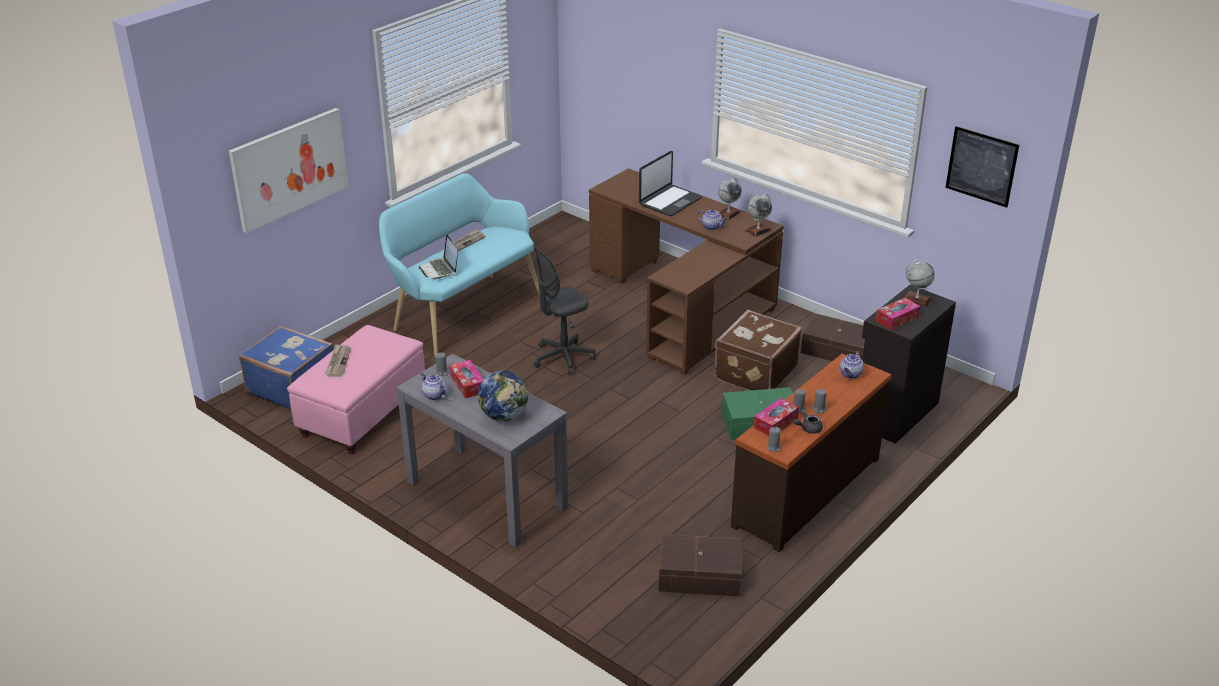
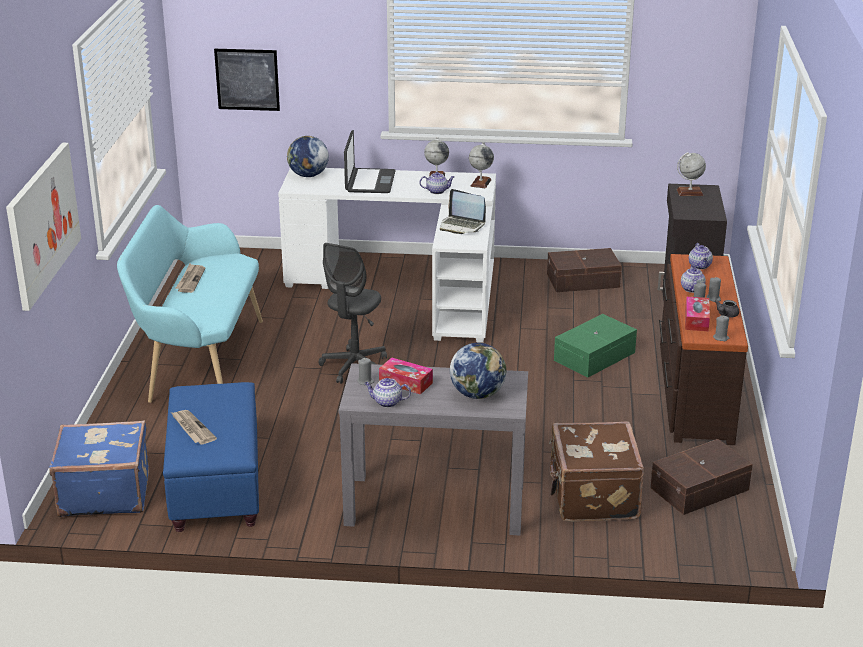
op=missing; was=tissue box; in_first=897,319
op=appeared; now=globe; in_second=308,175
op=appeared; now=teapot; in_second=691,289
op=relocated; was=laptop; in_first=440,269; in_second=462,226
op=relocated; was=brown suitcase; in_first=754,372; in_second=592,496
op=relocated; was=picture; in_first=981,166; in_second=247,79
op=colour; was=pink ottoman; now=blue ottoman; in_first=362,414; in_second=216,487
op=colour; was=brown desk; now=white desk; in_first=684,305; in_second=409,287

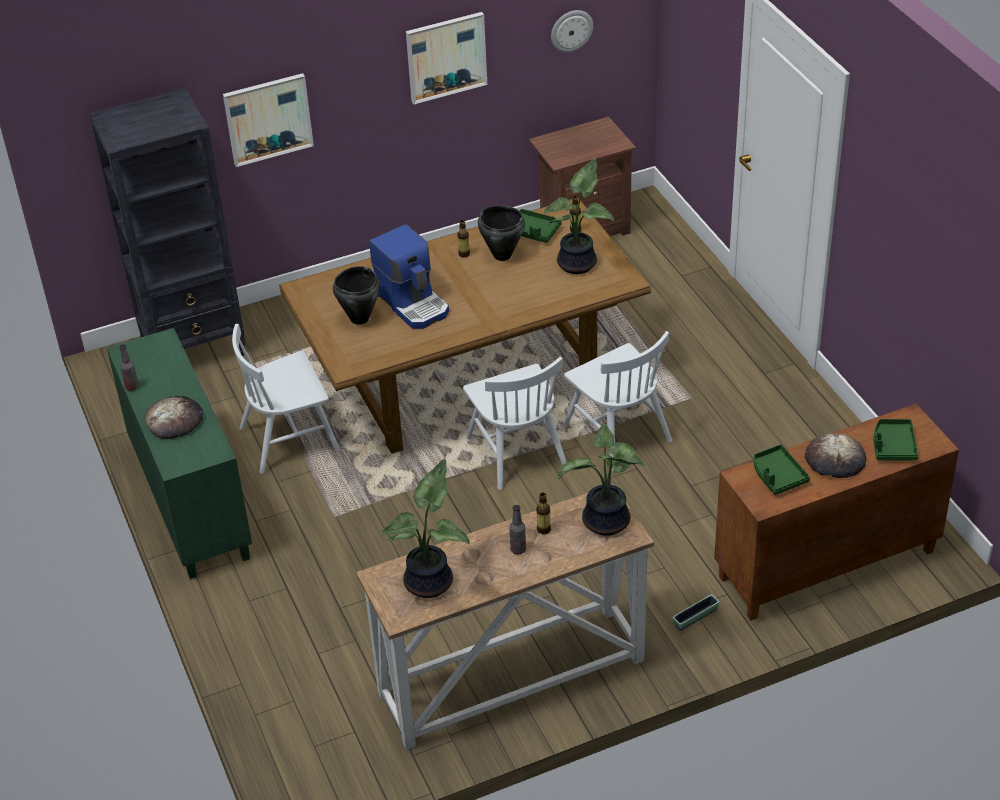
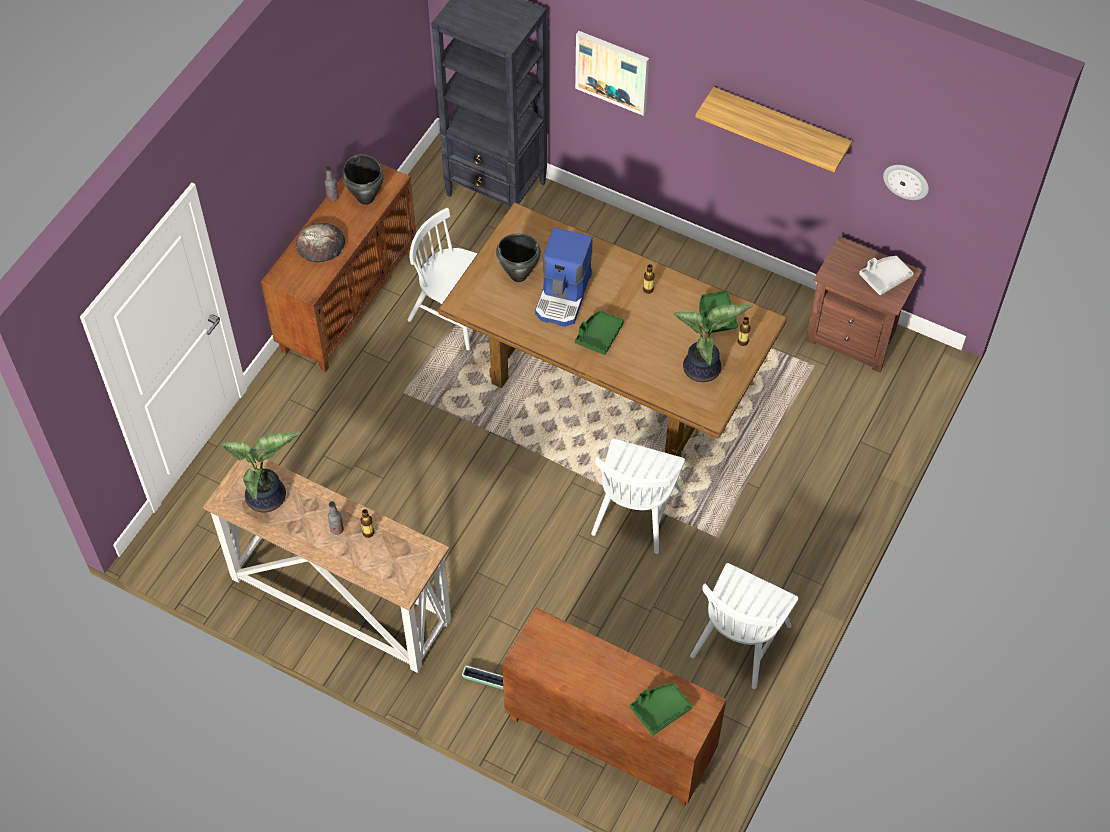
op=missing; was=potted plant; in_first=605,524
op=missing; was=bread; in_first=835,459
op=appeared; now=grey tray; in_second=884,278
op=relocated; was=white chair; in_first=516,452; in_second=740,640
op=relocated; was=black cooking pot; in_first=502,255; in_second=366,198
op=relocated; was=green tray; in_first=777,476; in_second=599,335
op=exchanged; was=picture; now=shelf; in_first=446,57; in_second=780,126
op=colour; was=green cabinet; now=brown cabinet; in_first=189,502; in_second=348,299

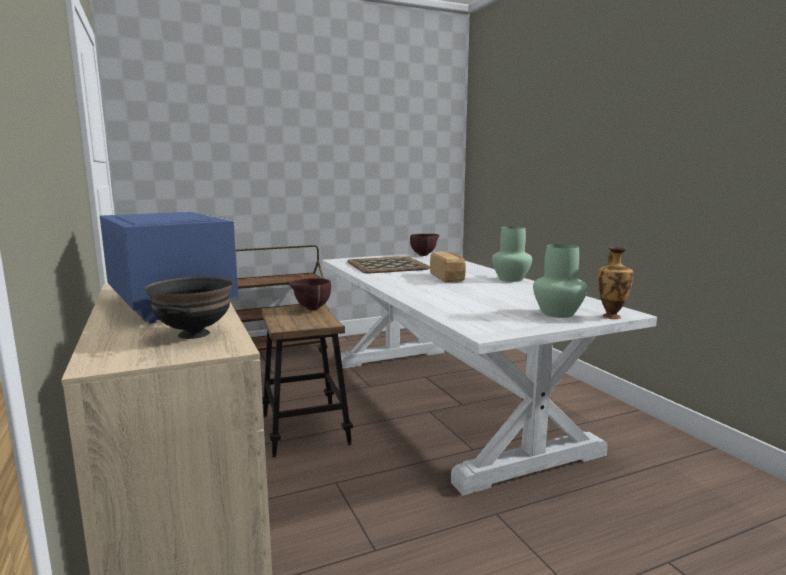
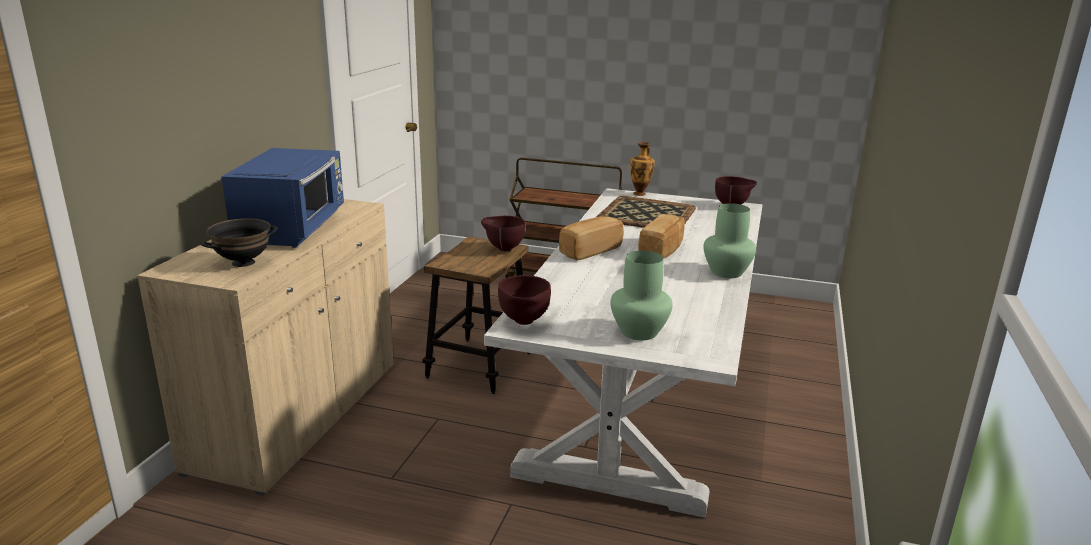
op=appeared; now=brown bowl; in_second=523,322
op=appeared; now=bread; in_second=589,250
op=relocated; was=vase; in_first=611,316; in_second=640,194

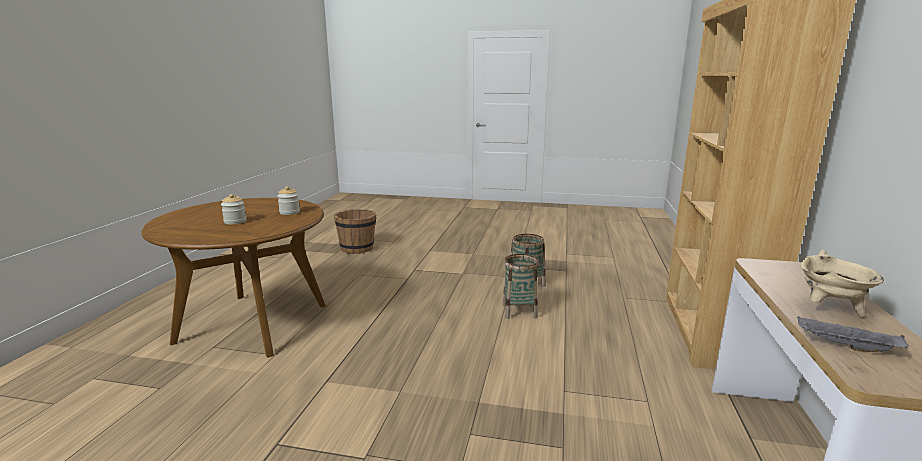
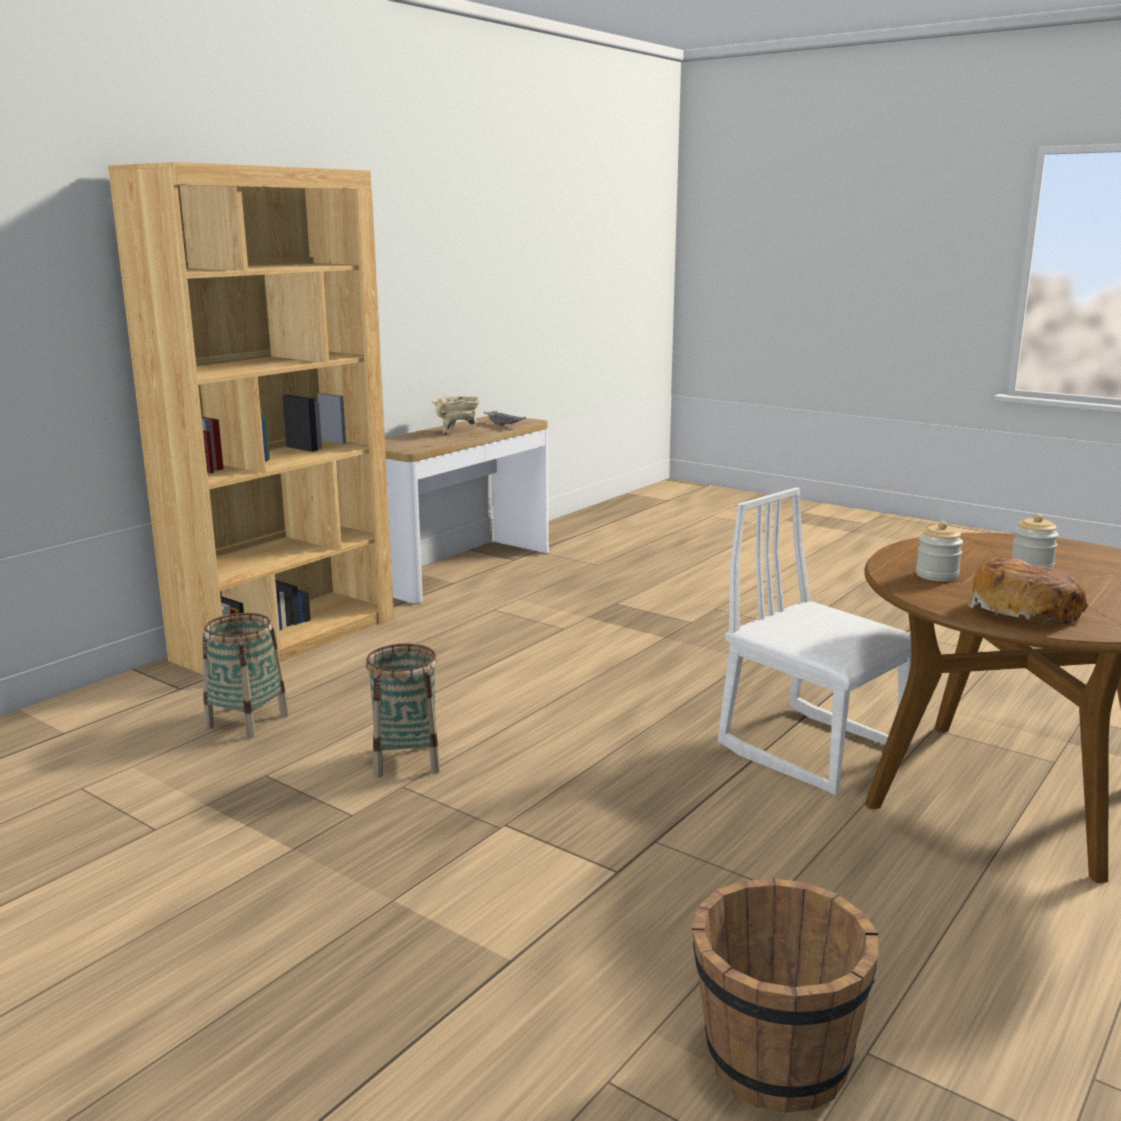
op=appeared; now=white chair; in_second=813,748
op=appeared; now=bread; in_second=1023,610
op=relocated; was=basket; in_first=519,311; in_second=247,721

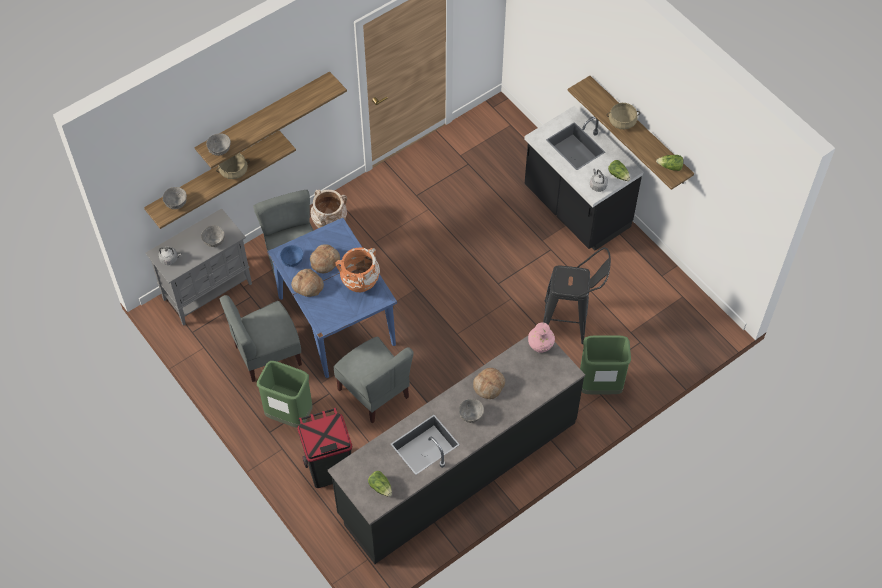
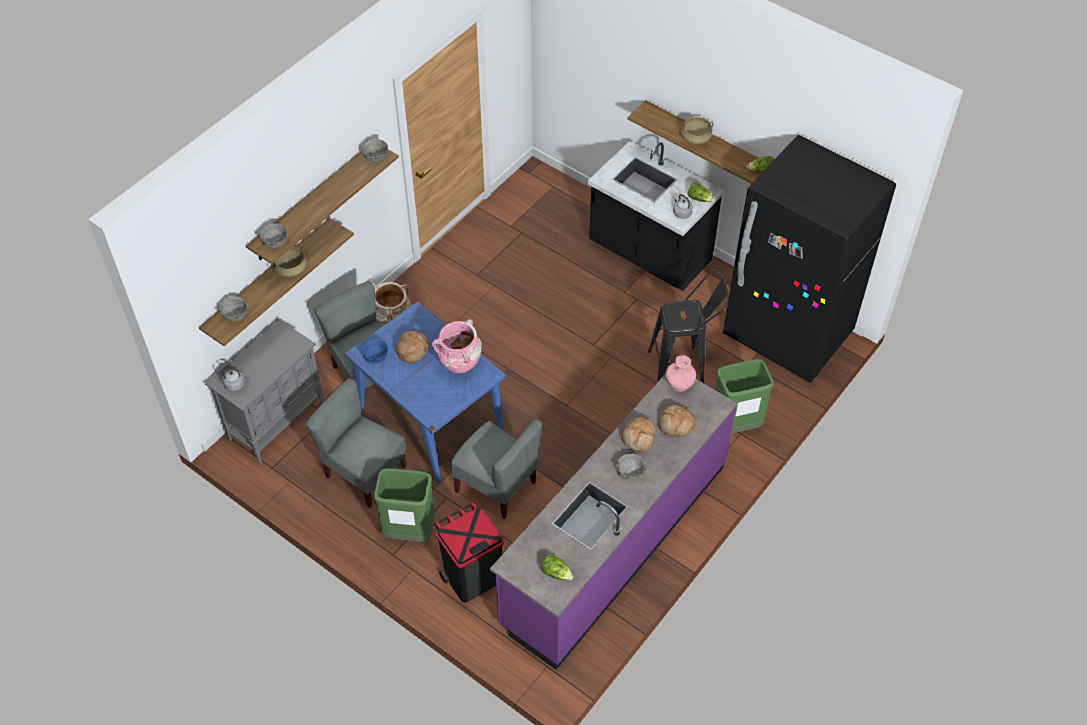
op=appeared; now=black fridge; in_second=787,335
op=relocated; was=grey bowl; in_first=214,240; in_second=376,157
op=relocated; was=bread; in_first=307,286; in_second=676,425
op=colour; was=black counter; now=purple counter; in_first=457,468; in_second=613,544
op=colour; was=orange vase; now=pink vase; in_first=360,286; in_second=460,367
op=spun; was=grey chair; in_first=267,355; in_second=364,473; clockwise=75

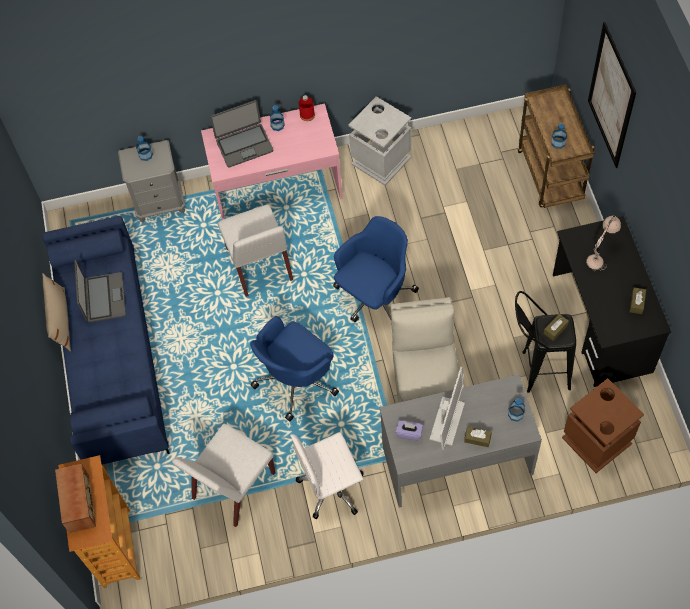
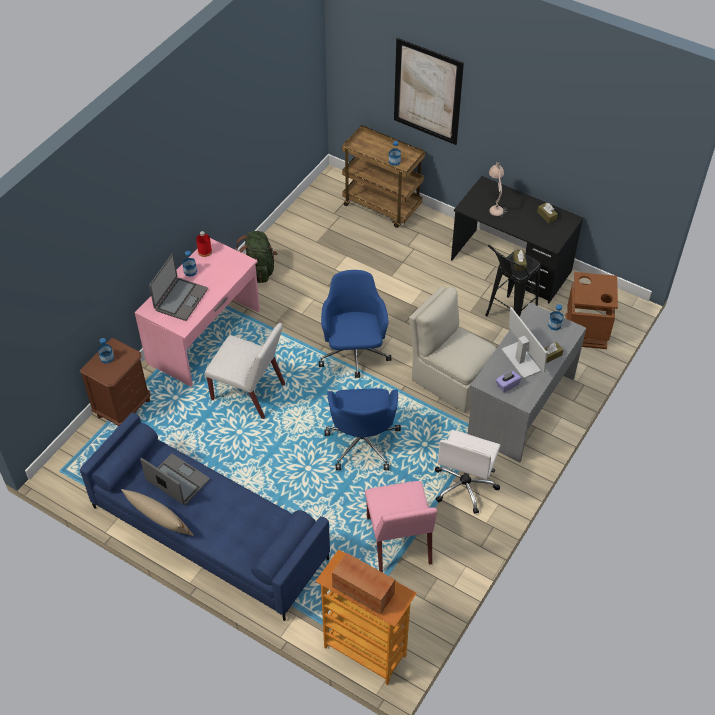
op=exchanged; was=grey trash can; now=green backpack; in_first=381,160; in_second=259,270
op=colour; was=grey nightstand; now=brown nightstand; in_first=160,204; in_second=124,408
op=colour; was=white chair; now=pink chair; in_first=233,486; in_second=399,541

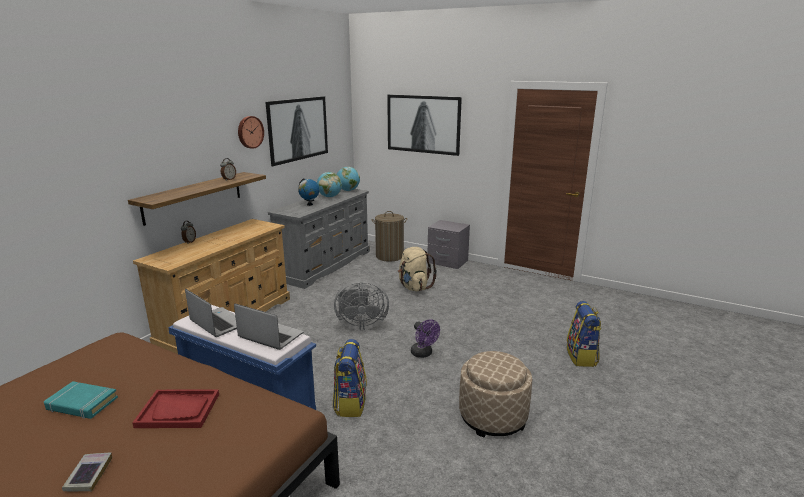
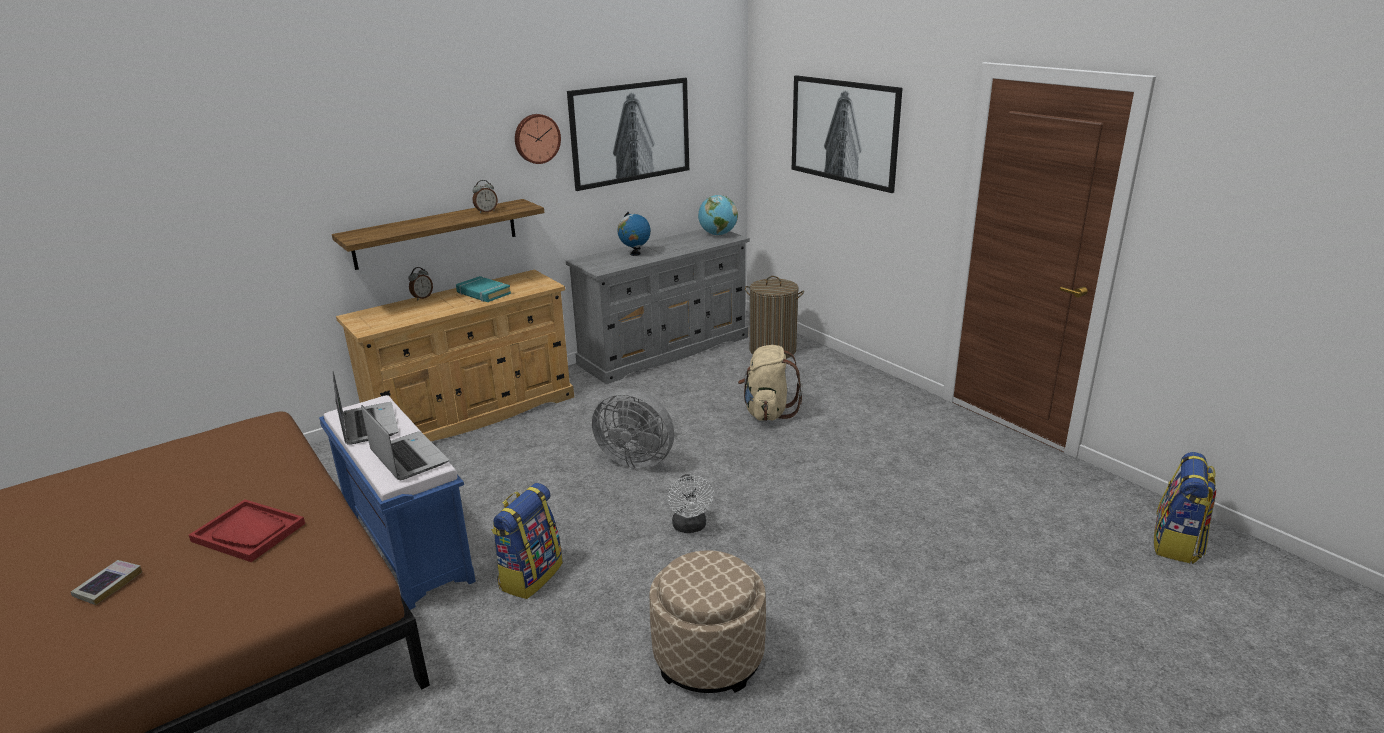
op=missing; was=globe; in_first=329,197
op=missing; was=grey nightstand; in_first=447,262
op=relocated; was=turquoise book; in_first=82,404; in_second=483,293
op=relocated; was=backpack; in_first=582,357; in_second=1177,544
op=colour; was=purple fan; now=white fan; in_first=423,354; in_second=690,527

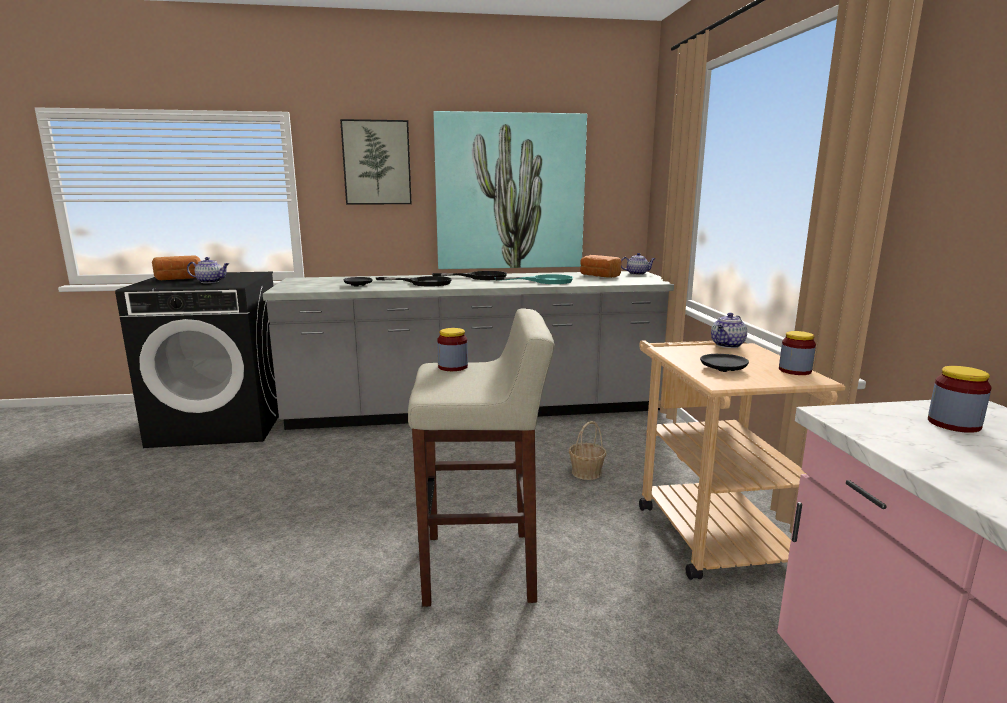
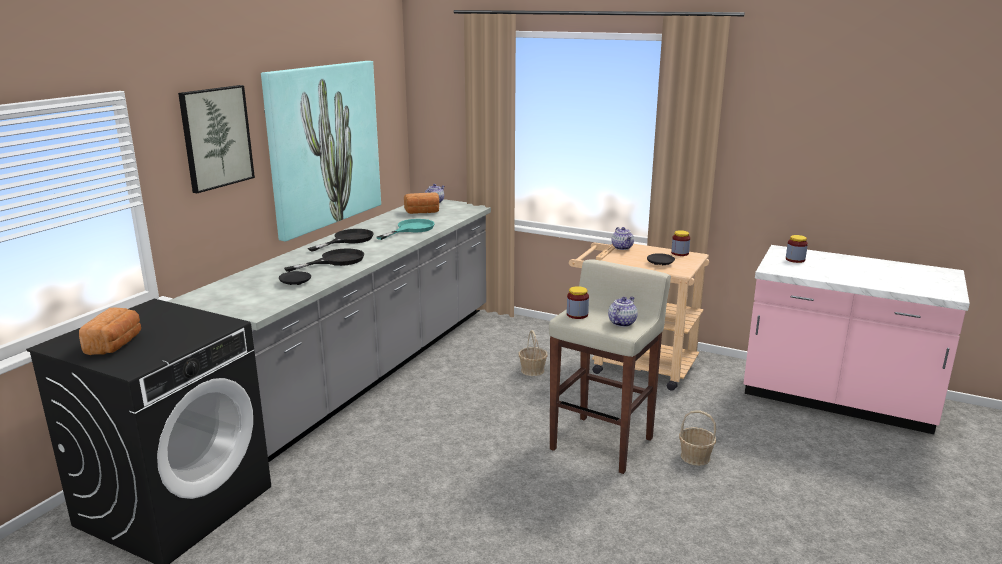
op=appeared; now=basket; in_second=695,457
op=relocated; was=teapot; in_first=211,282; in_second=622,322

